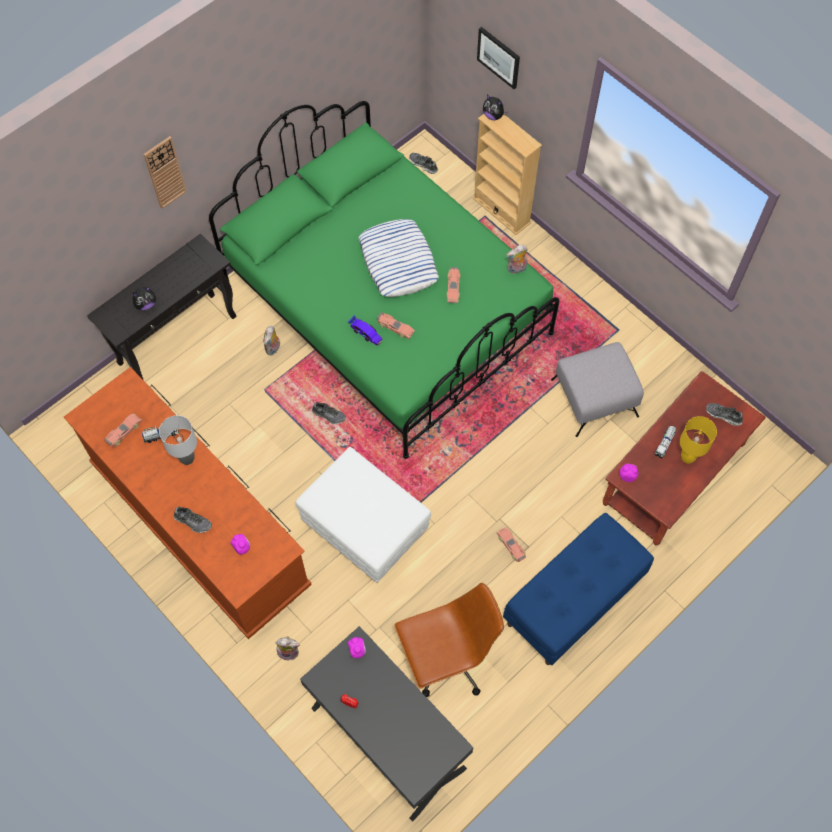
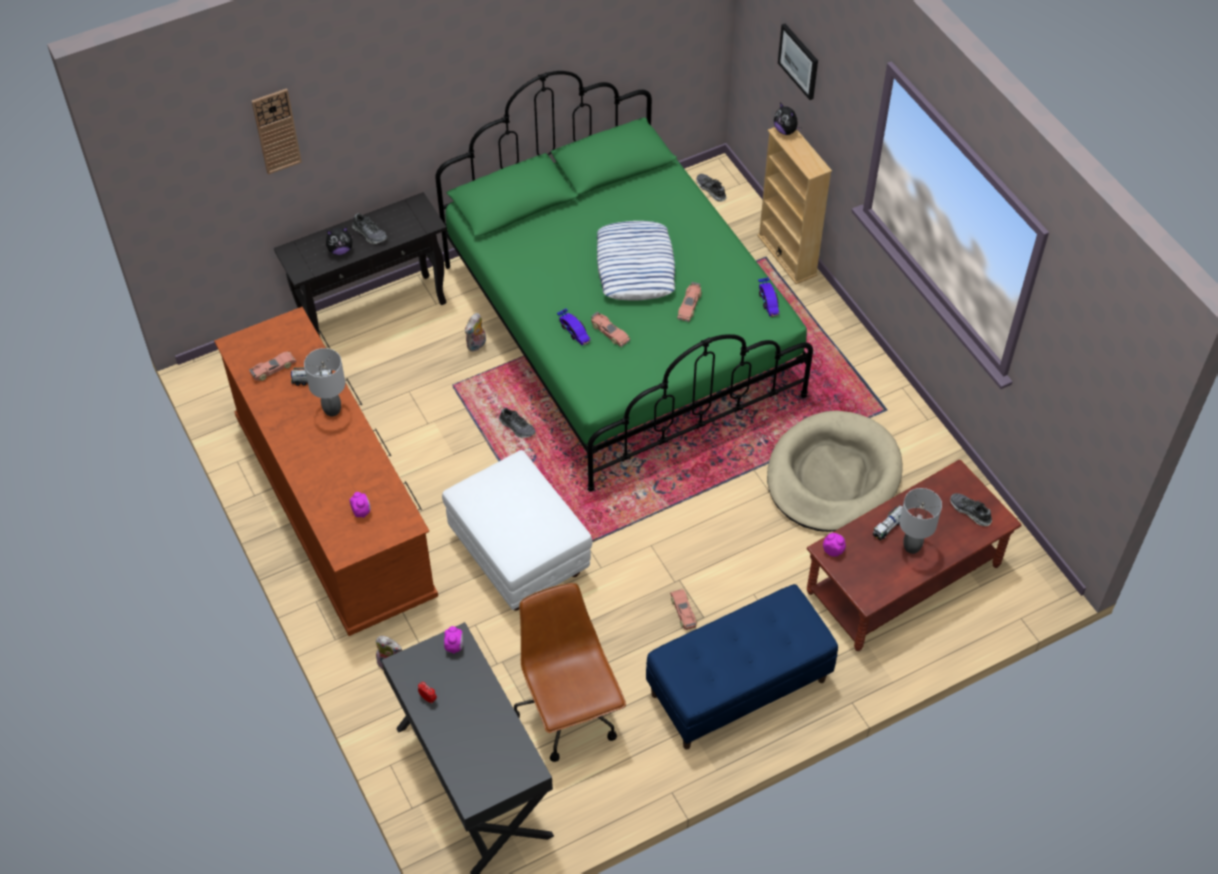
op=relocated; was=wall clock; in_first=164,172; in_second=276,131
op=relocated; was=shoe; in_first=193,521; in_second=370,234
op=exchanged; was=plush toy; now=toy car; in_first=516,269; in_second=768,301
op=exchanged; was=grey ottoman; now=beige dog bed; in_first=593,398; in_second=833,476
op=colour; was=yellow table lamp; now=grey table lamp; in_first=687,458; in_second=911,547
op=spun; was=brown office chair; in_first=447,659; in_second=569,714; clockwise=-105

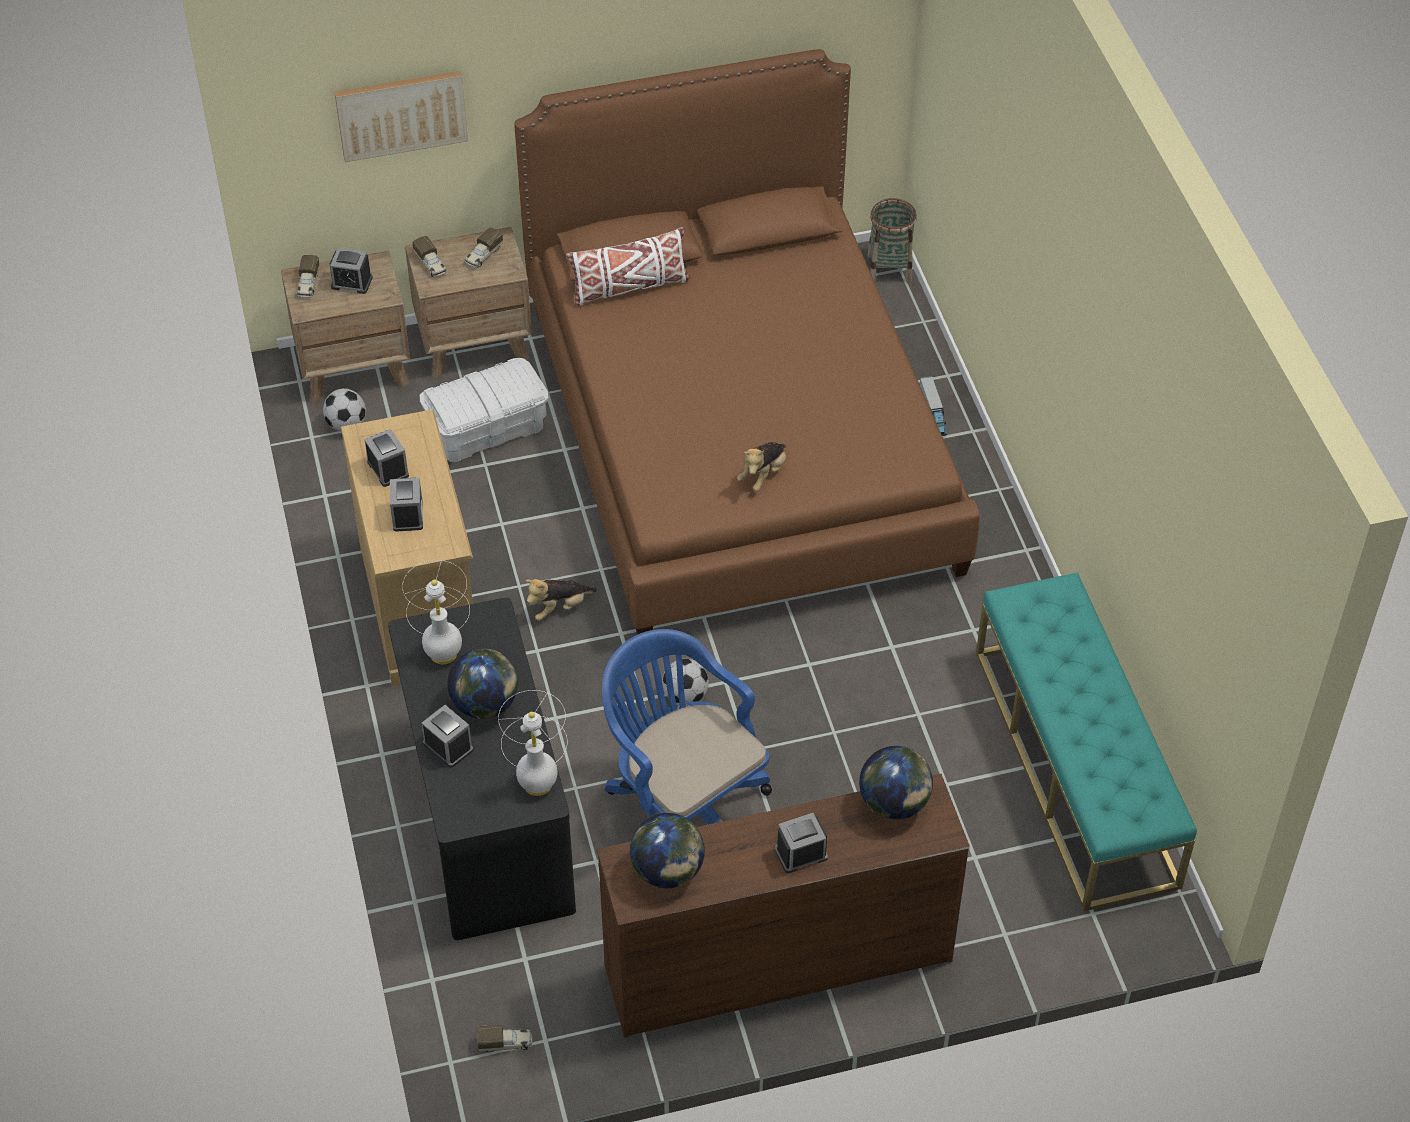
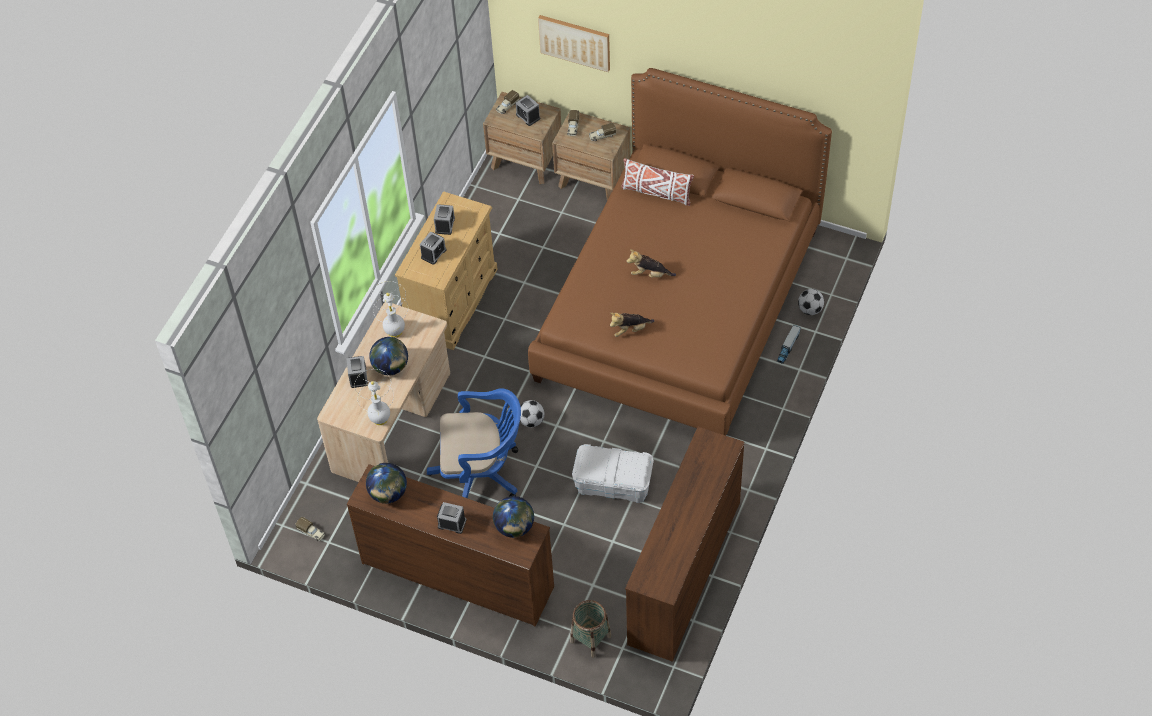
op=relocated; was=football; in_first=346,424; in_second=810,309
op=relocated; was=white storage box; in_first=487,429; in_second=613,483
op=relocated; was=plush toy; in_first=559,608; in_second=649,274
op=relocated; was=basket; in_first=889,268; in_second=590,639
op=exchanged; was=turquoise bench; now=brown dresser; in_first=1075,767; in_second=683,573
op=colour; was=black desk; now=beige desk; in_first=486,816; in_second=393,423
op=spun; was=blue office chair; in_first=682,807; in_second=482,474; clockwise=90

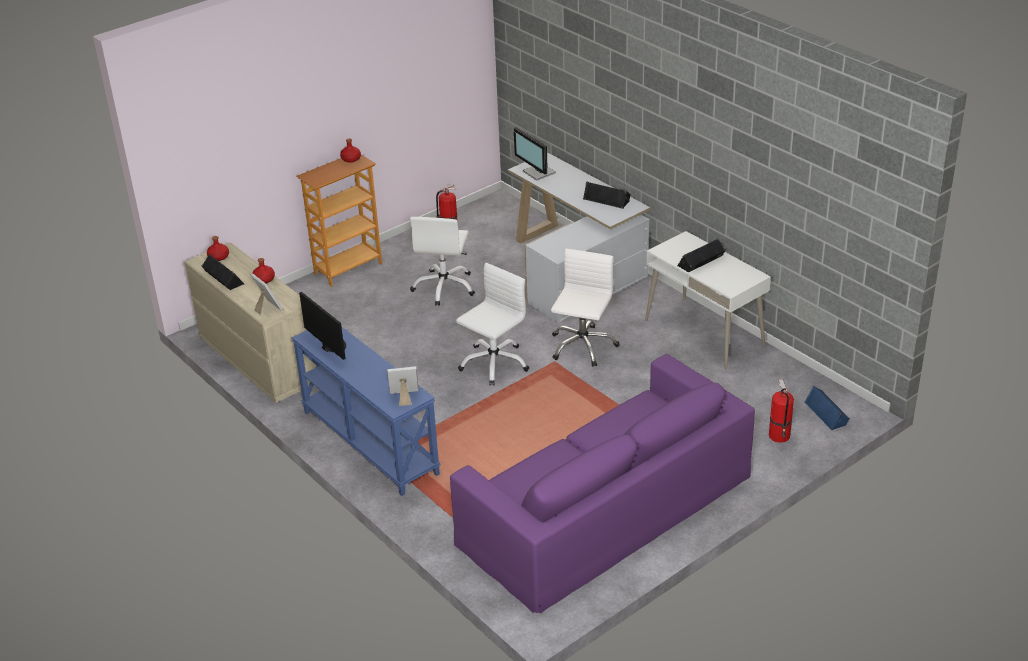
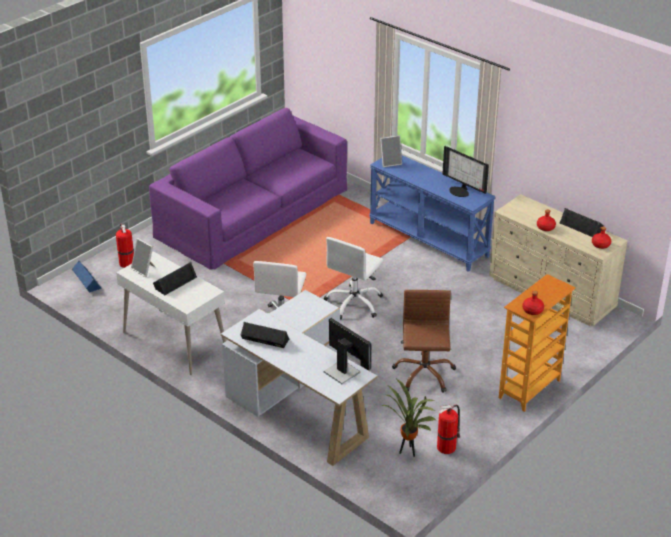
op=appeared; now=potted plant; in_second=408,452
op=relocated; was=picture frame; in_first=267,308; in_second=144,270
op=colour; was=white office chair; now=brown office chair; in_first=444,287; in_second=423,374

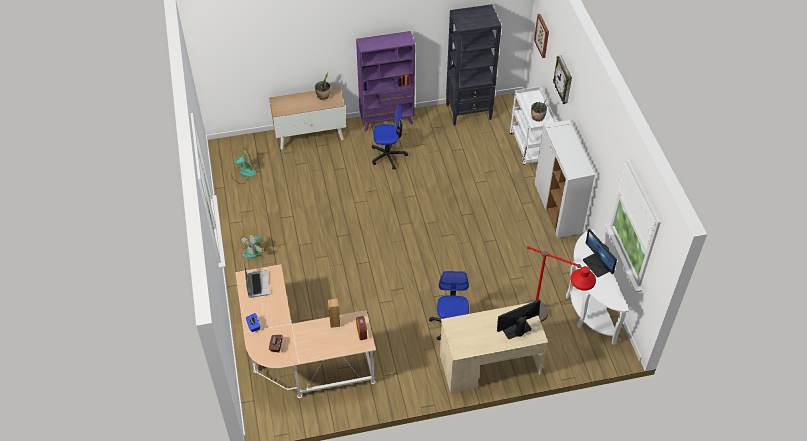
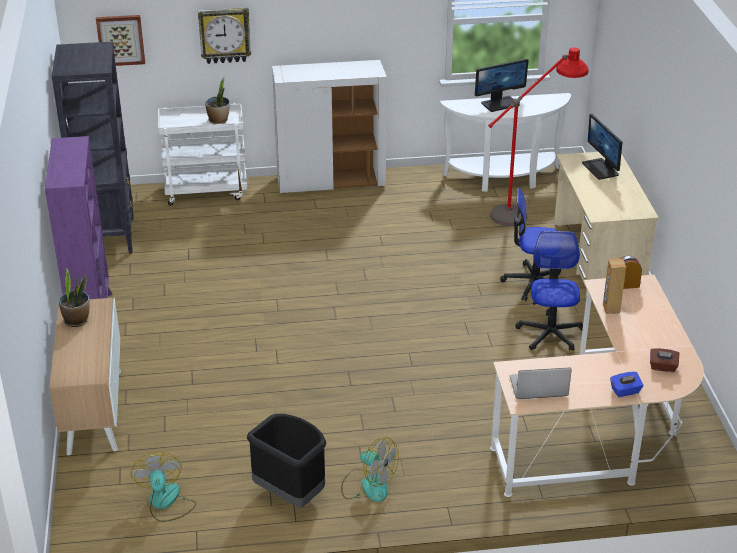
op=appeared; now=black trash can; in_second=290,493
op=relocated; was=office chair; in_first=388,155; in_second=550,333

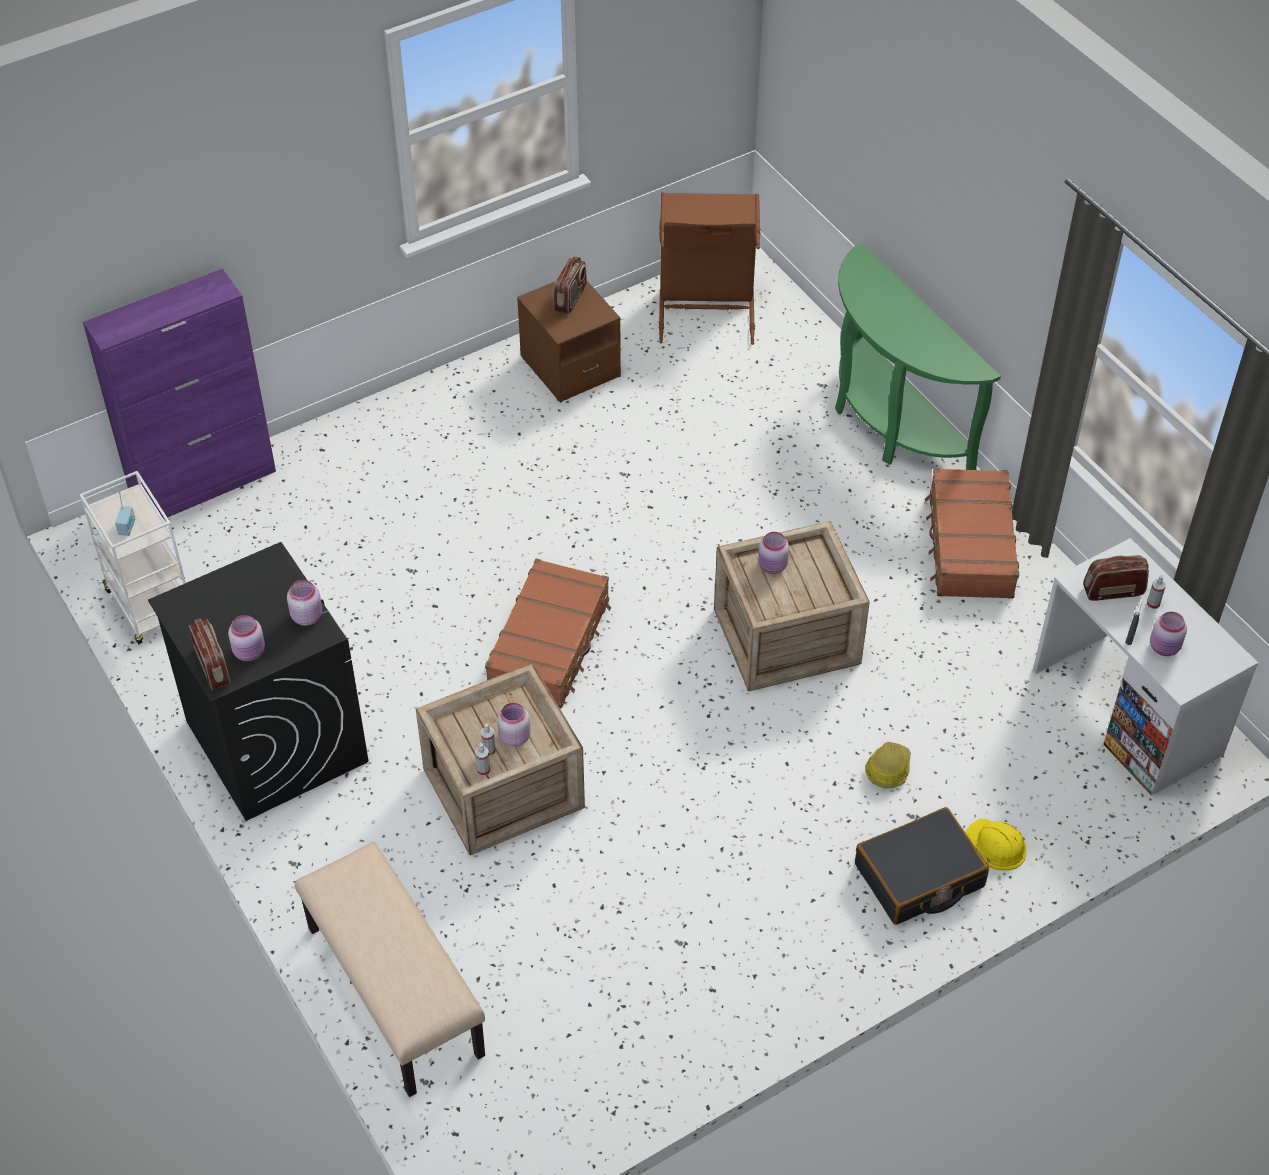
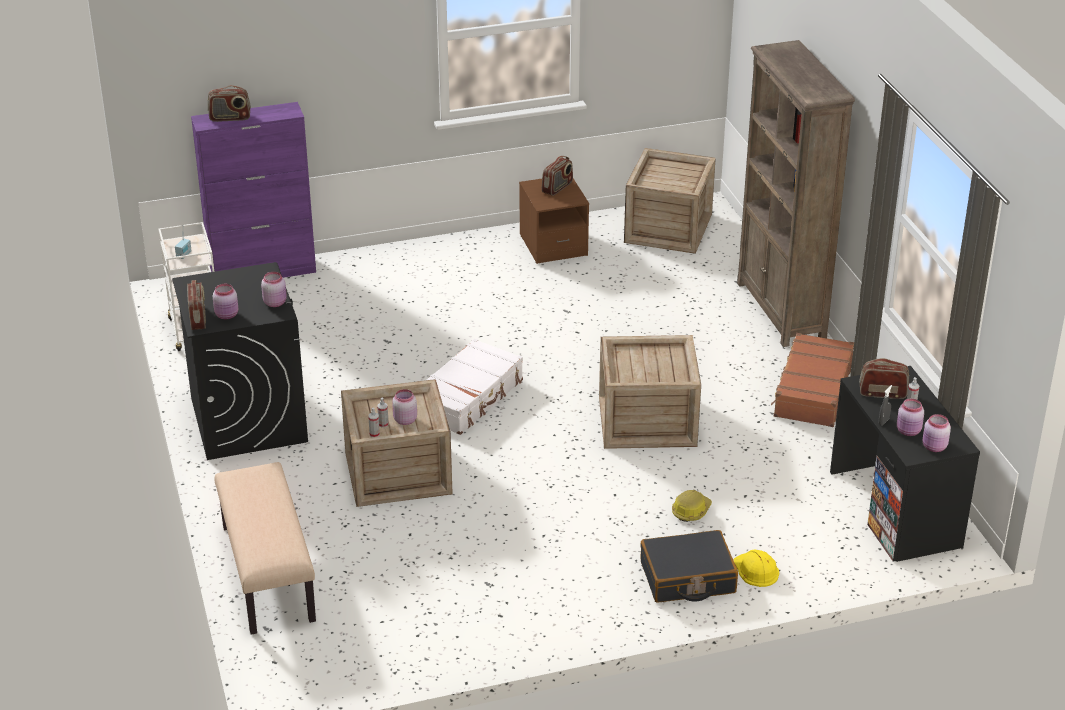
op=appeared; now=radio; in_second=230,118
op=relocated; was=pink jar; in_first=772,566; in_second=934,447
op=exchanged; was=brown laundry basket; now=crate; in_first=706,310; in_second=669,227
op=exchanged; was=green console table; now=brown bookcase; in_first=890,422; in_second=781,311
op=colour; was=brown suitcase; now=white suitcase; in_first=550,644; in_second=468,398
op=colour; was=white desk; now=black desk; in_first=1127,712; in_second=895,509

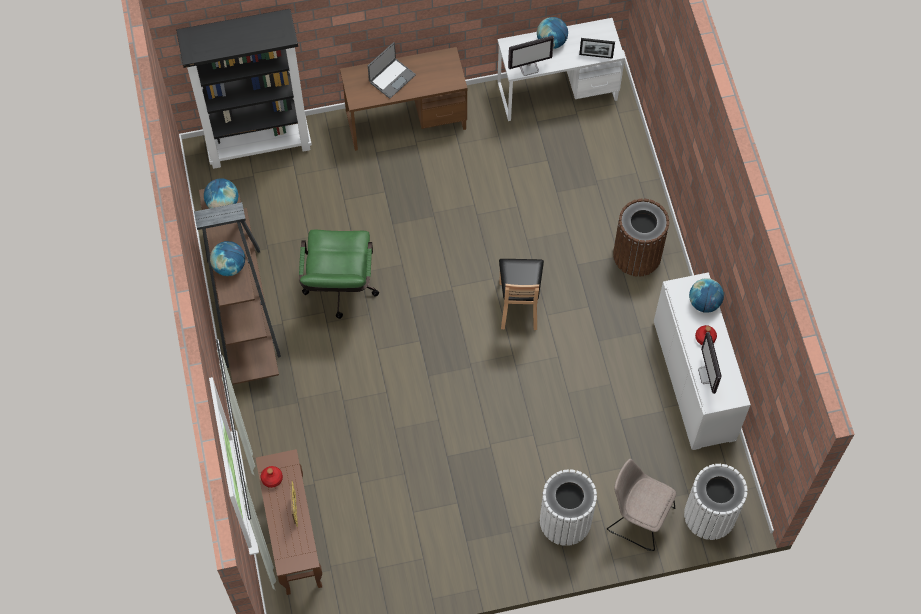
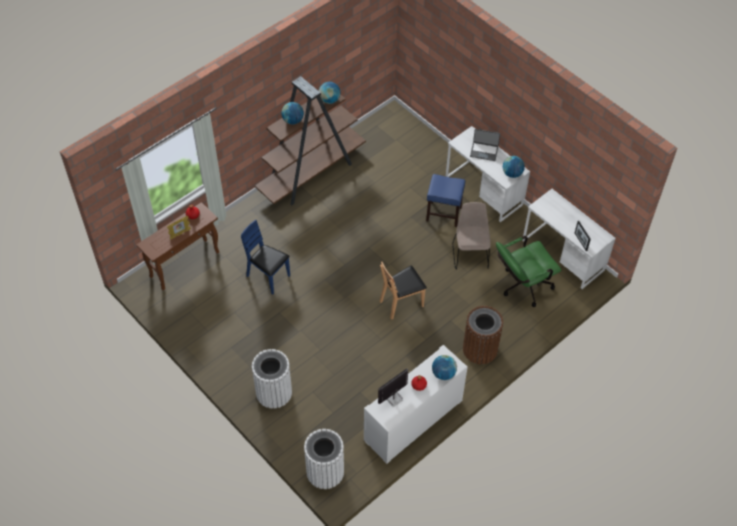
op=missing; was=black bookcase; in_first=259,144
op=missing; was=monitor; in_first=528,67
op=appeared; now=blue chair; in_second=268,277
op=appeared; now=blue stool; in_second=443,214
op=relocated; was=green office chair; in_first=340,290; in_second=522,286
op=relocated; was=globe; in_first=551,41; in_second=512,173
op=relocated; was=beige chair; in_first=638,517; in_second=470,254
op=colour; was=brown desk; now=white desk; in_first=406,120; in_second=483,191

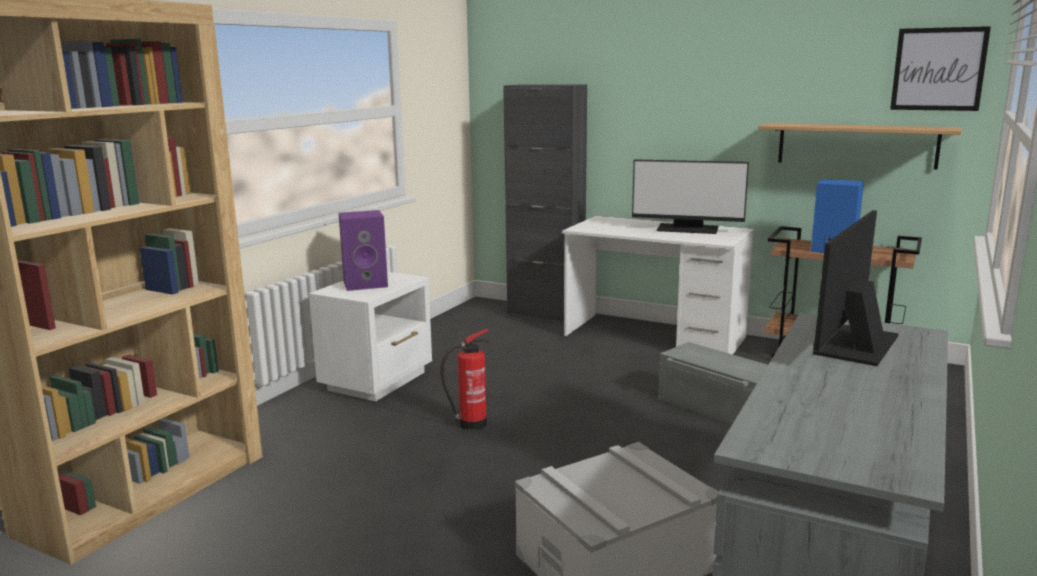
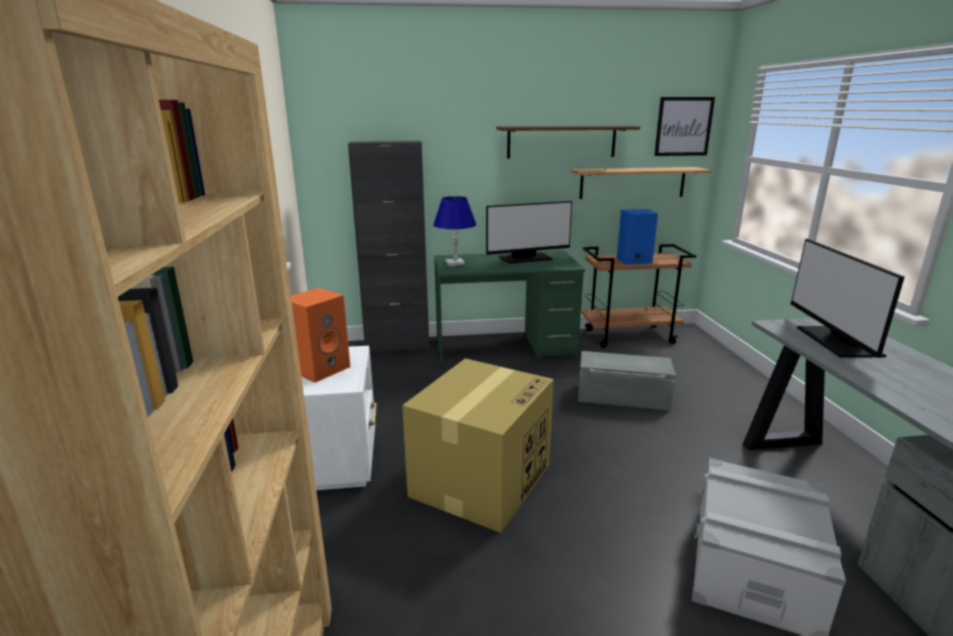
op=appeared; now=blue table lamp; in_second=455,263
op=appeared; now=brown shelf; in_second=561,141
op=exchanged; was=fire extinguisher; now=cardboard box; in_first=470,424; in_second=481,479
op=colour; was=purple speaker; now=orange speaker; in_first=366,284; in_second=321,368
op=colour; was=white desk; now=green desk; in_first=654,337; in_second=505,347

